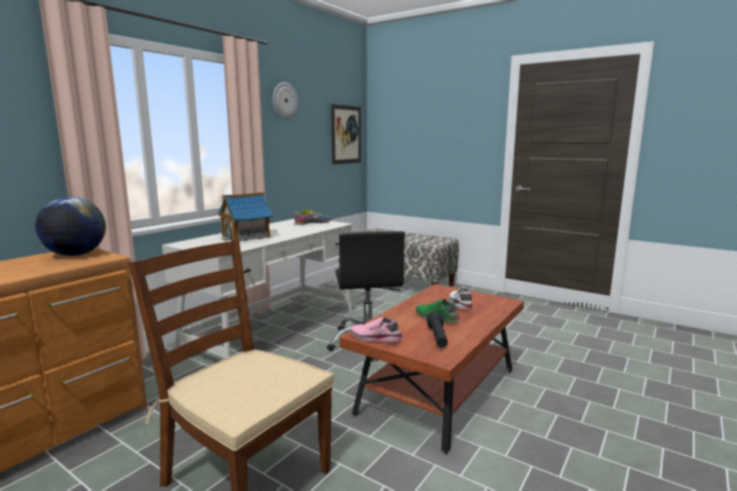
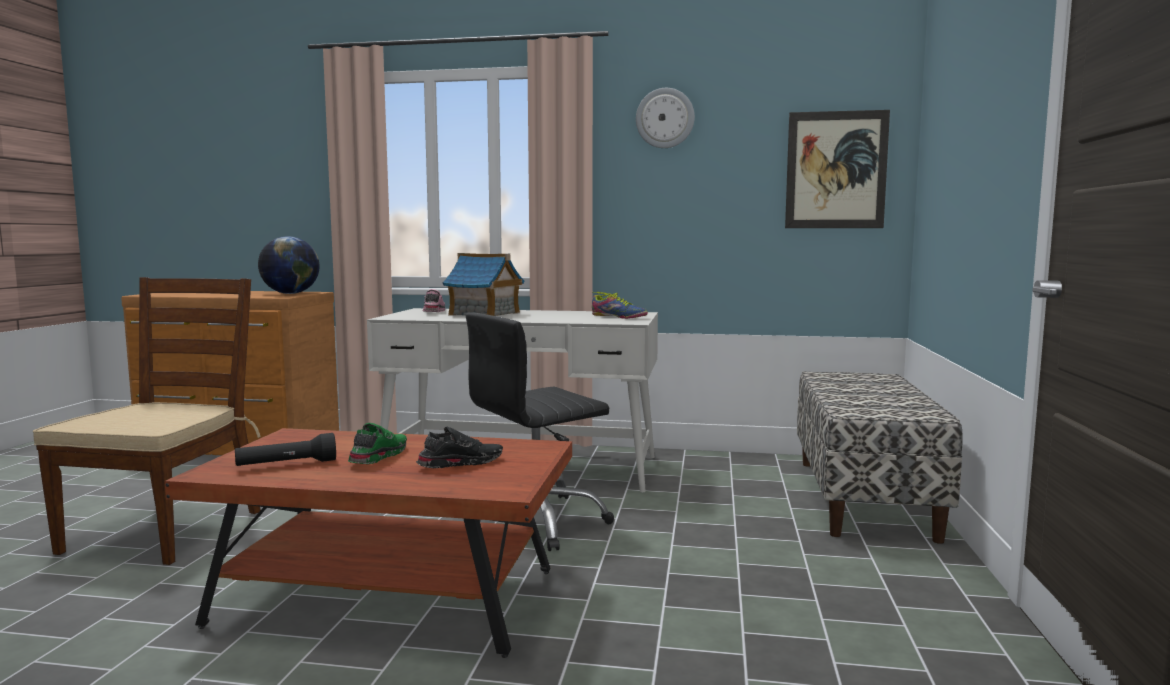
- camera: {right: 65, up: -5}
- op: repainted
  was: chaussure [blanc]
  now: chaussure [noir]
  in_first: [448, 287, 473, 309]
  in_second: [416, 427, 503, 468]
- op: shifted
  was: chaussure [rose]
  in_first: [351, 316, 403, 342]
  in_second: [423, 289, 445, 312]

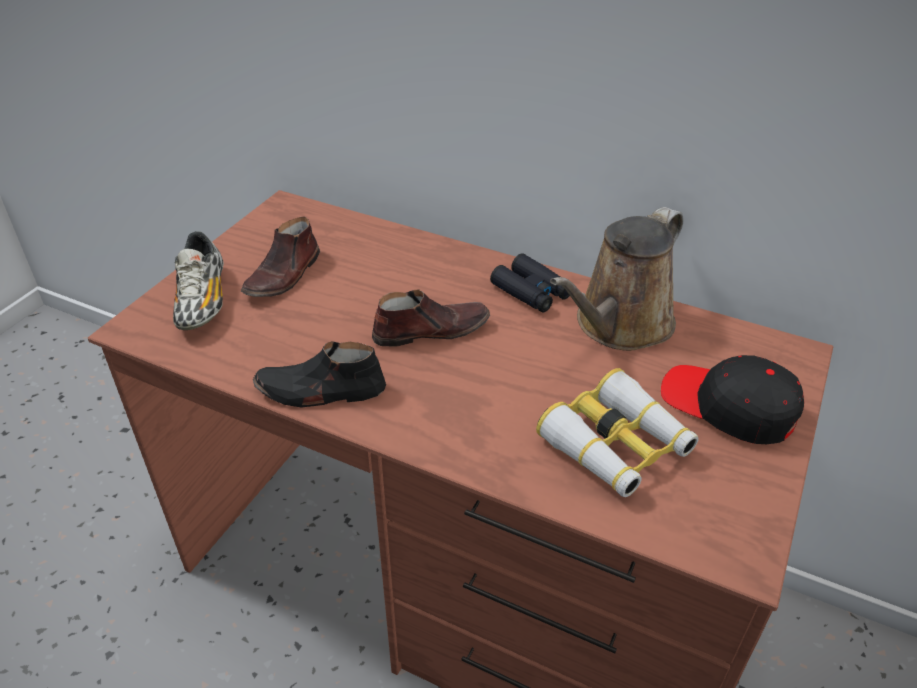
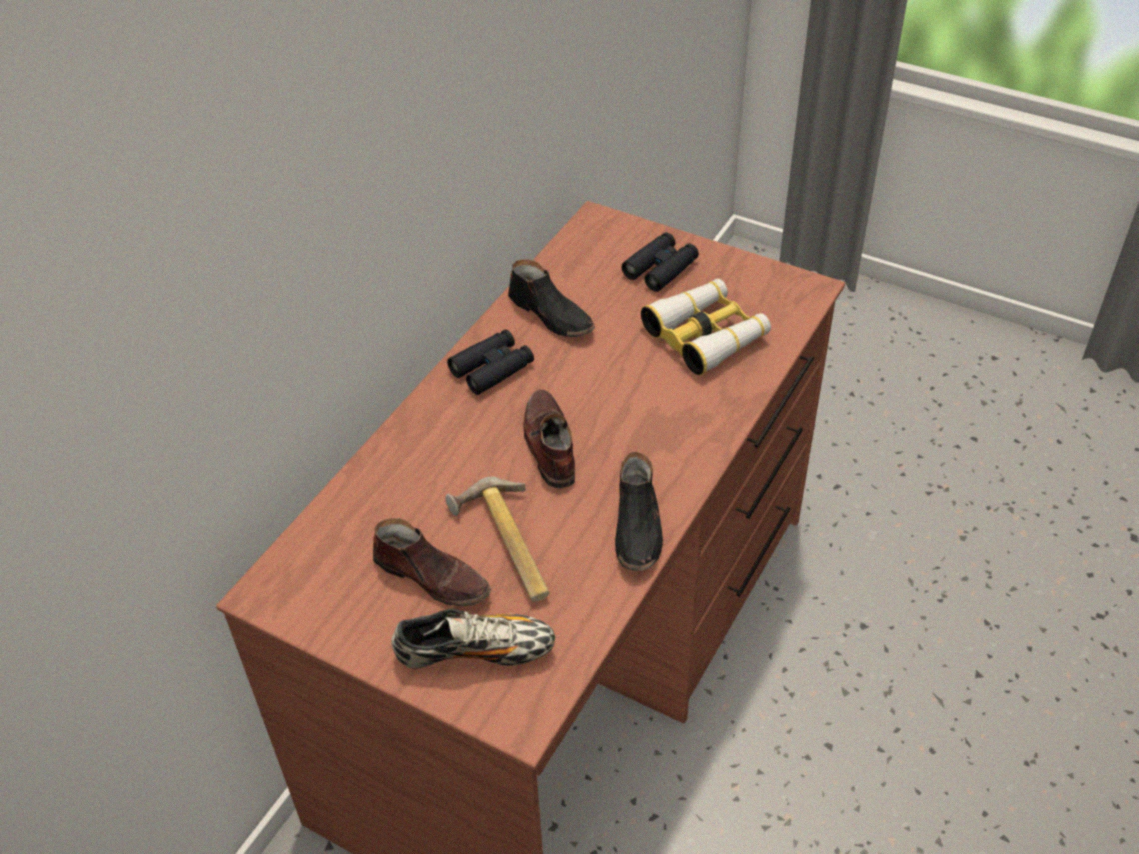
- camera: {right: -85, up: 5}
- op: swapped
  was: arrosoir [marron]
  now: chaussure [noir]
  in_first: [550, 207, 684, 351]
  in_second: [508, 259, 595, 337]
- op: swapped
  was: casquette [noir]
  now: jumelles [noir]
  in_first: [661, 355, 804, 444]
  in_second: [622, 232, 699, 292]
- op: new
  now: marteau
  in_second: [445, 476, 550, 602]

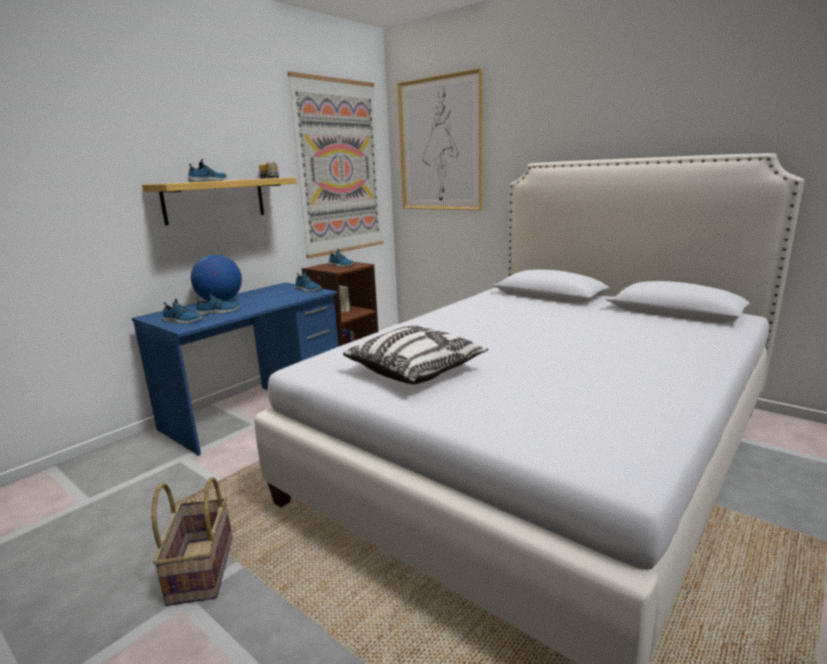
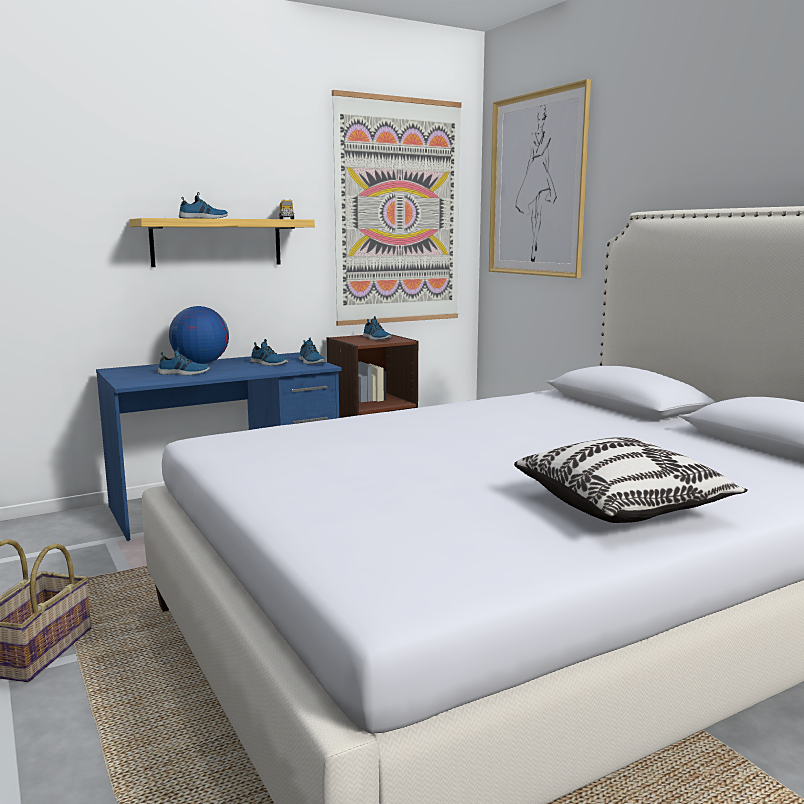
- camera: {right: 20, up: -5}
- op: shifted
  was: chaussure
  in_first: [163, 298, 203, 324]
  in_second: [250, 339, 289, 366]
- op: shifted
  was: coussin
  in_first: [343, 325, 488, 384]
  in_second: [514, 437, 748, 523]

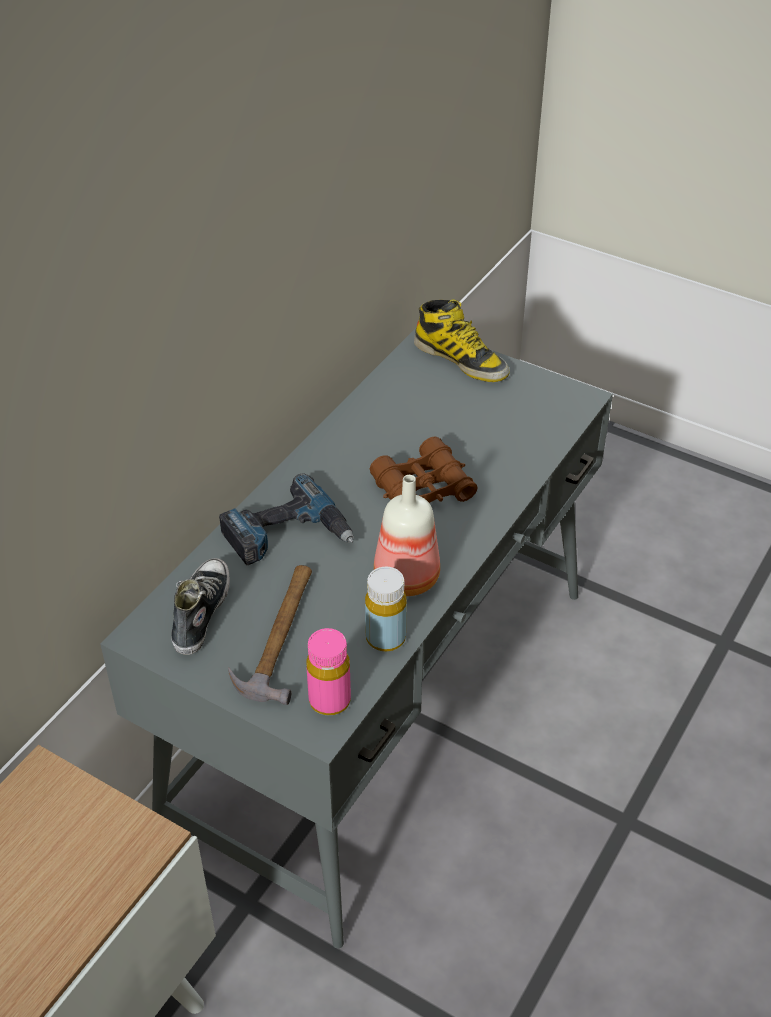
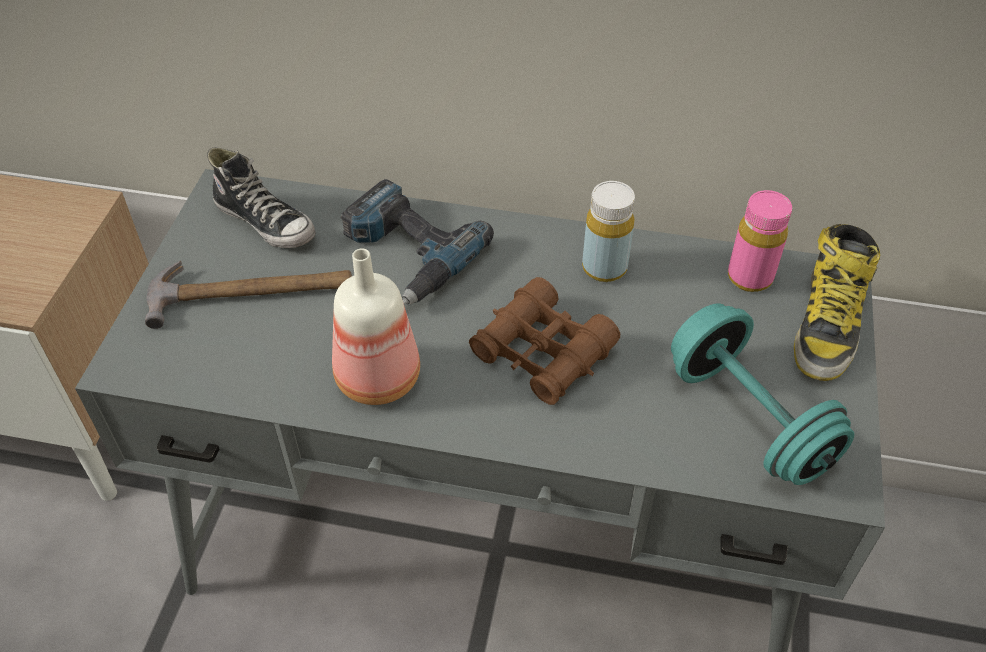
- camera: {right: 70, up: 5}
- op: rotated
  was: chaussure
  in_first: [171, 558, 230, 655]
  in_second: [207, 147, 316, 248]
  clockwise: 45
- op: shifted
  was: bouteille [jaune]
  in_first: [365, 567, 407, 652]
  in_second: [582, 181, 635, 282]
- op: shifted
  was: bouteille [rose]
  in_first: [306, 628, 351, 715]
  in_second: [728, 190, 792, 292]
- op: new
  now: haltère [turquoise]
  in_second: [671, 303, 854, 485]

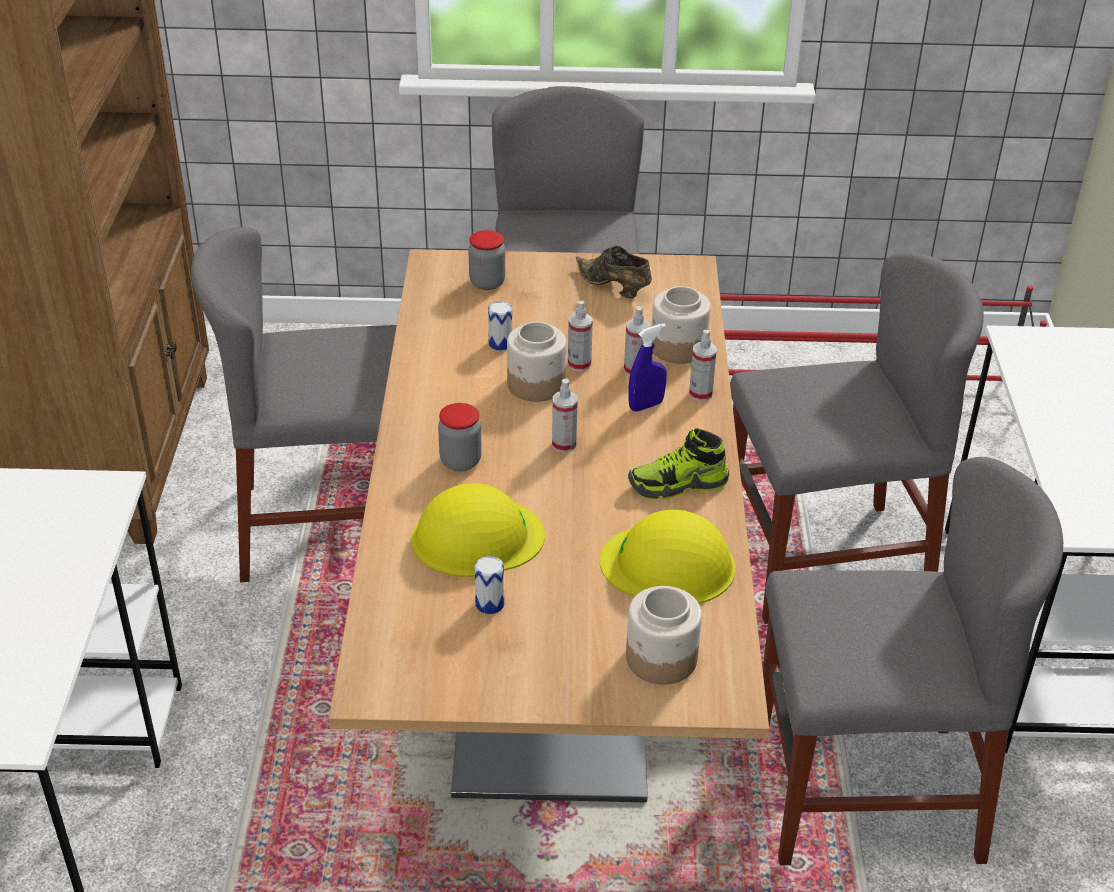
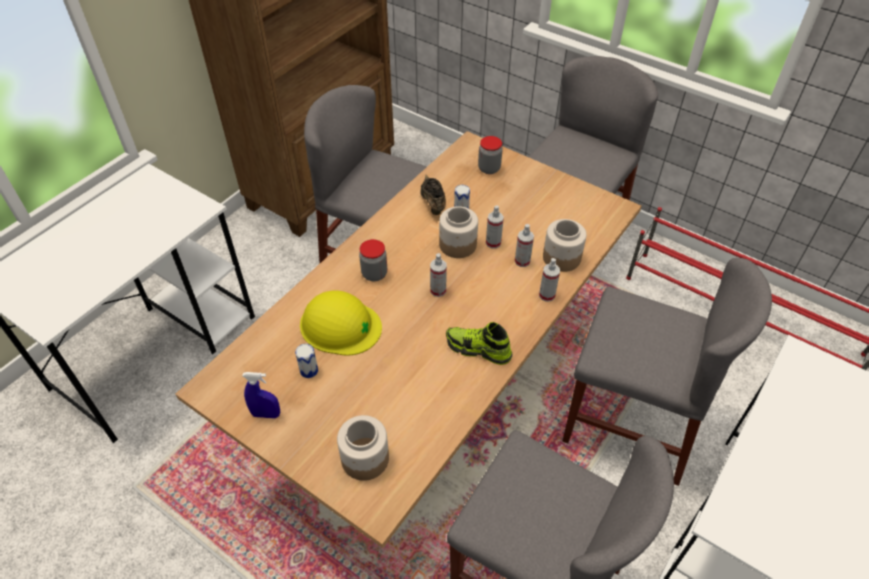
- camera: {right: 35, up: 10}
- op: shifted
  was: chaussure [marron]
  in_first: [576, 246, 652, 298]
  in_second: [421, 175, 446, 215]
- op: shifted
  was: vaporisateur [bleu]
  in_first: [628, 323, 667, 412]
  in_second: [242, 372, 280, 418]
- op: gone
  was: casque de chantier [jaune]
  in_first: [600, 510, 736, 604]

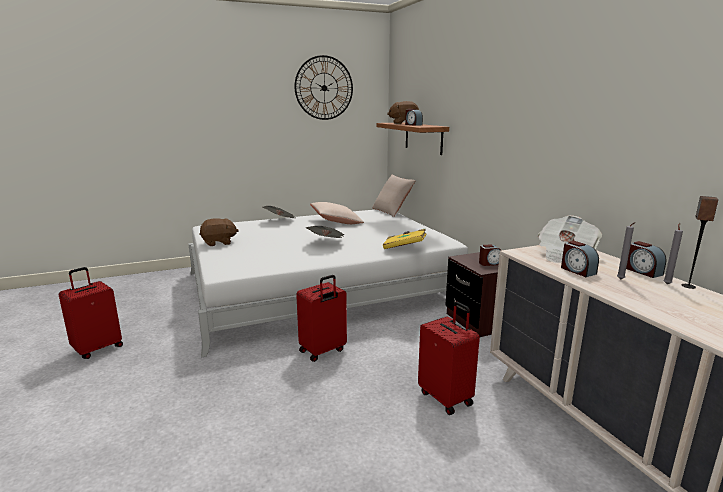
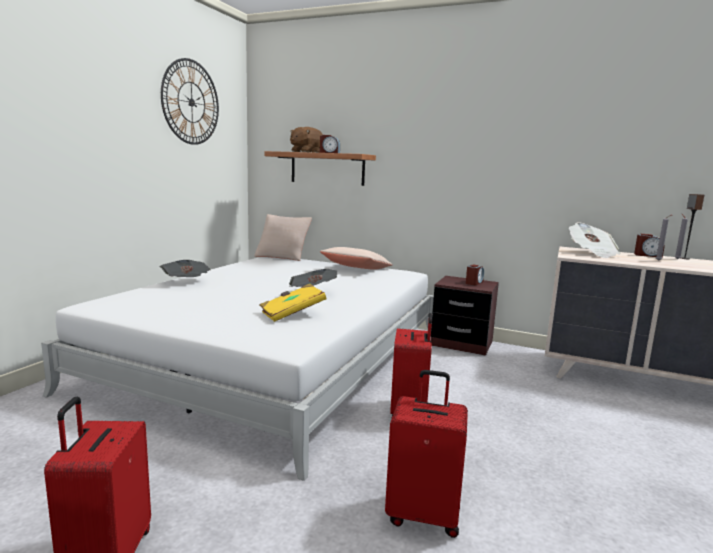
- camera: {right: -45, up: -5}
- op: shifted
  was: coussin [beige]
  in_first: [310, 202, 364, 224]
  in_second: [320, 247, 393, 270]
- op: gone
  was: peluche [marron]
  in_first: [199, 218, 239, 246]
- op: shifted
  was: livre [jaune]
  in_first: [383, 229, 427, 249]
  in_second: [260, 284, 326, 322]
- op: gone
  was: réveil
  in_first: [561, 241, 599, 277]
- op: shifted
  was: valise [rouge]
  in_first: [418, 302, 480, 415]
  in_second: [385, 370, 468, 538]

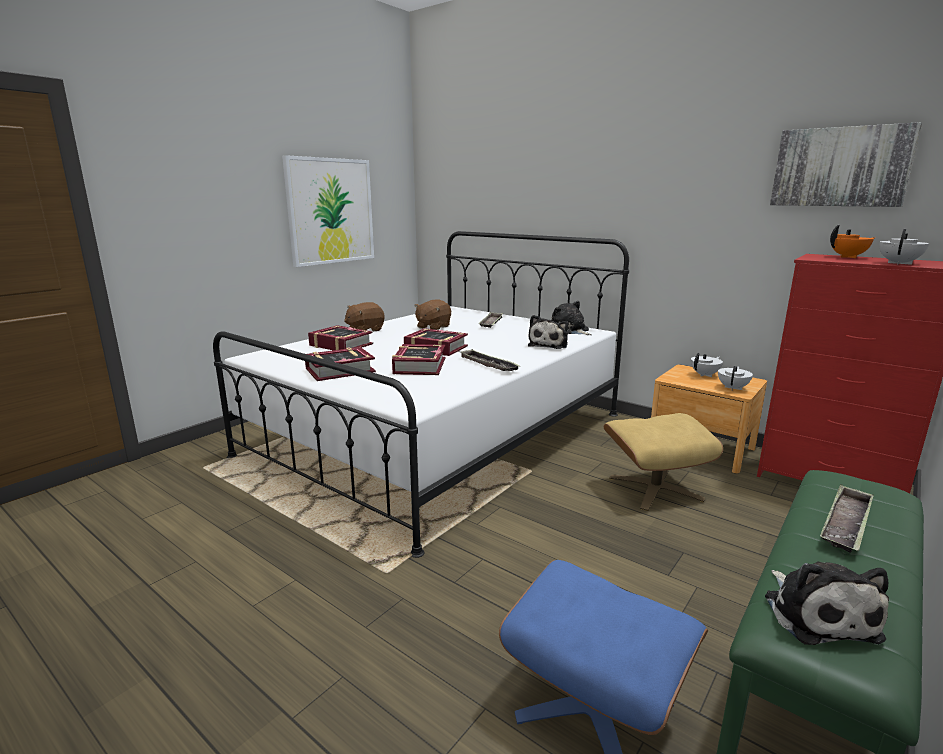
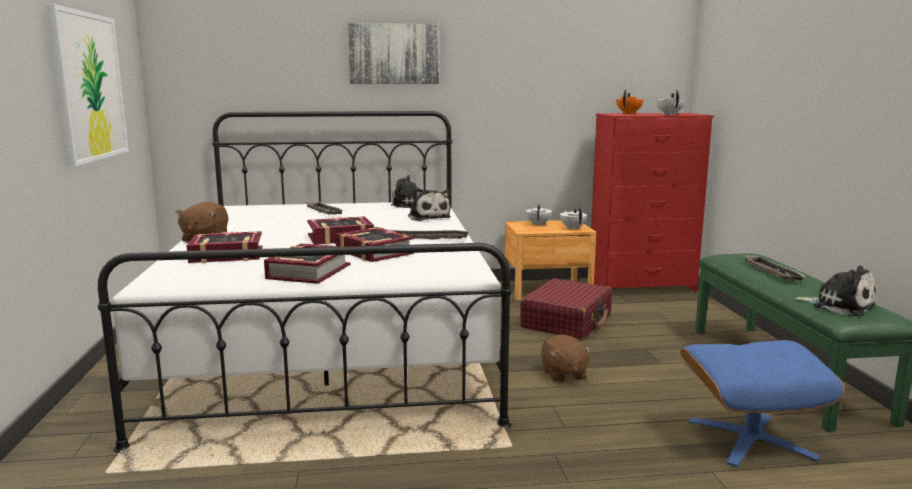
- camera: {right: -45, up: -5}
- op: shifted
  was: tableau
  in_first: [770, 122, 922, 207]
  in_second: [348, 23, 440, 84]
- op: shifted
  was: peluche [marron]
  in_first: [414, 299, 451, 330]
  in_second: [541, 334, 592, 383]
- op: swapped
  was: pouf [beige]
  now: valise [rouge]
  in_first: [604, 413, 723, 511]
  in_second: [520, 278, 612, 339]

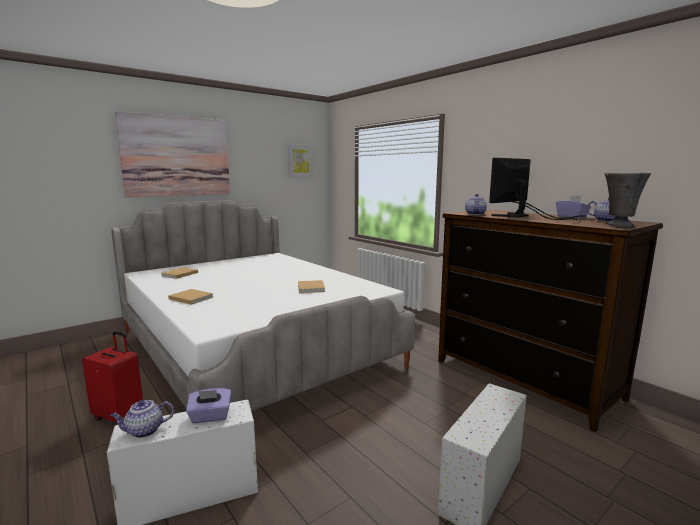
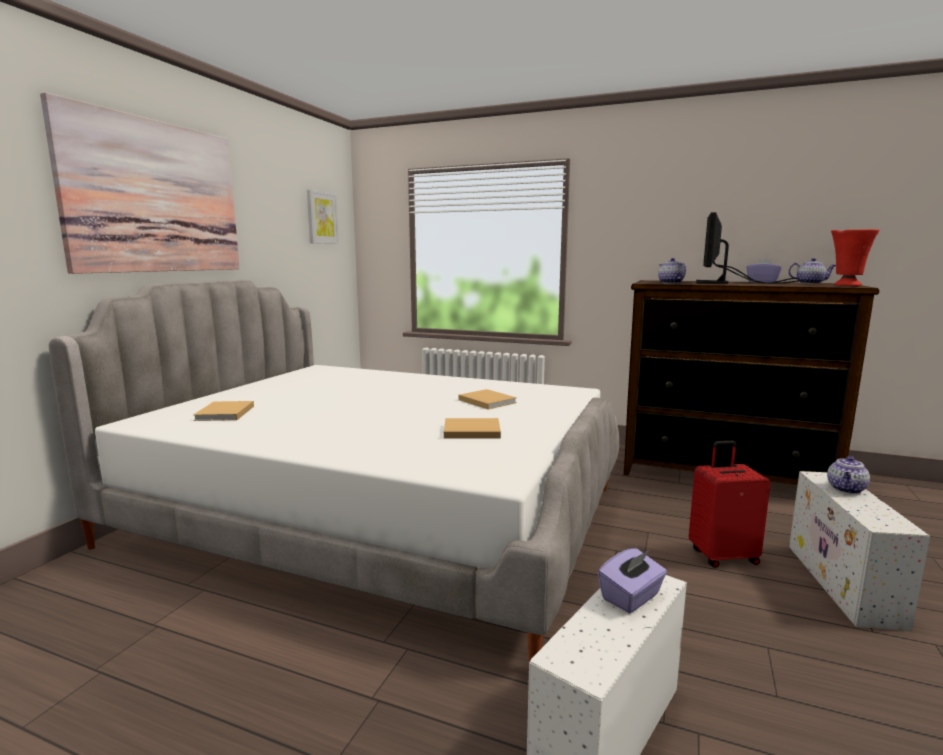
- camera: {right: -30, up: 0}
- op: repainted
  was: vase [gris]
  now: vase [rouge]
  in_first: [605, 173, 651, 227]
  in_second: [831, 229, 880, 286]
- op: shifted
  was: livre [beige]
  in_first: [168, 289, 213, 305]
  in_second: [444, 418, 501, 439]
- op: shifted
  was: valise [rouge]
  in_first: [82, 331, 143, 425]
  in_second: [689, 441, 771, 568]
- op: shifted
  was: théière
  in_first: [110, 400, 174, 438]
  in_second: [827, 456, 870, 494]

